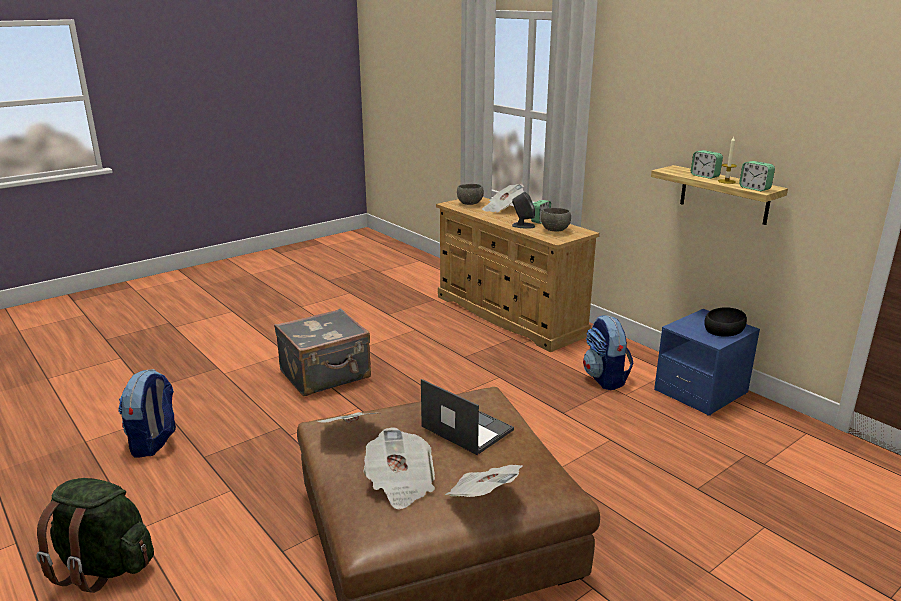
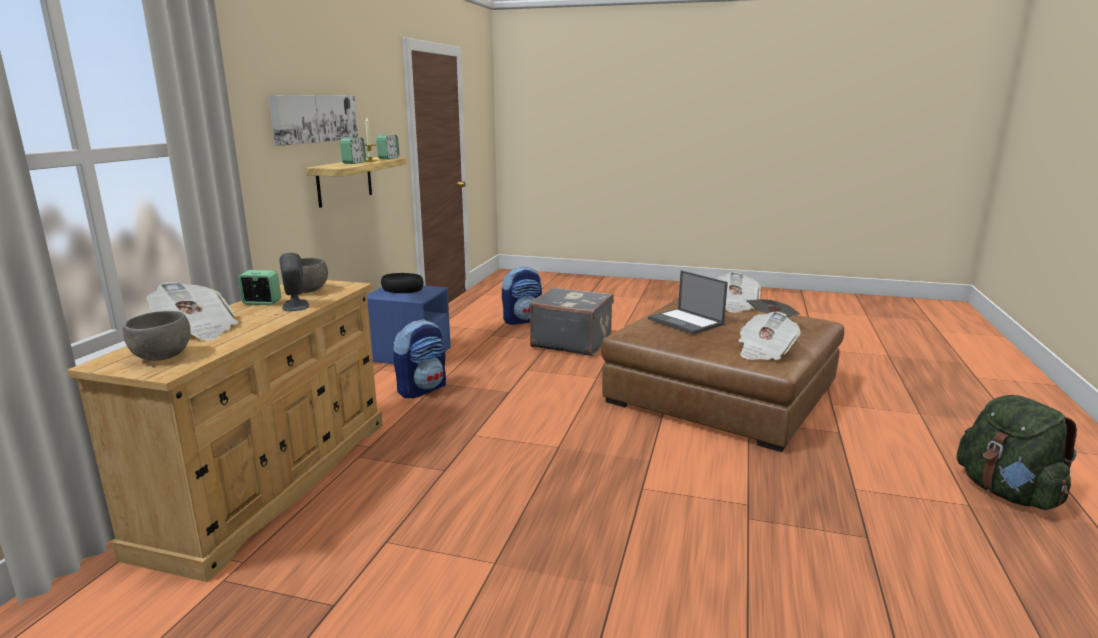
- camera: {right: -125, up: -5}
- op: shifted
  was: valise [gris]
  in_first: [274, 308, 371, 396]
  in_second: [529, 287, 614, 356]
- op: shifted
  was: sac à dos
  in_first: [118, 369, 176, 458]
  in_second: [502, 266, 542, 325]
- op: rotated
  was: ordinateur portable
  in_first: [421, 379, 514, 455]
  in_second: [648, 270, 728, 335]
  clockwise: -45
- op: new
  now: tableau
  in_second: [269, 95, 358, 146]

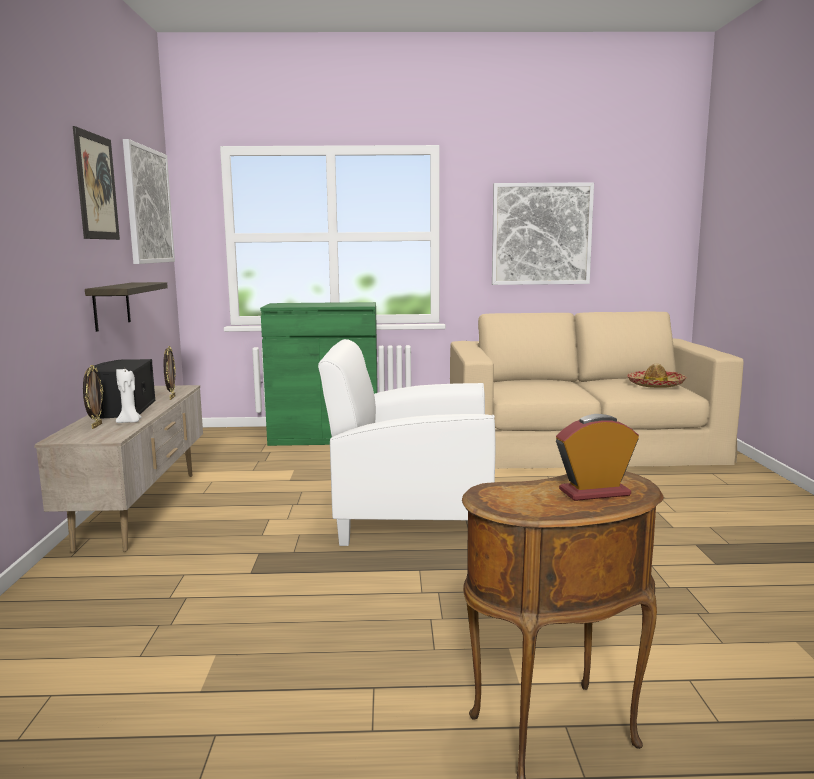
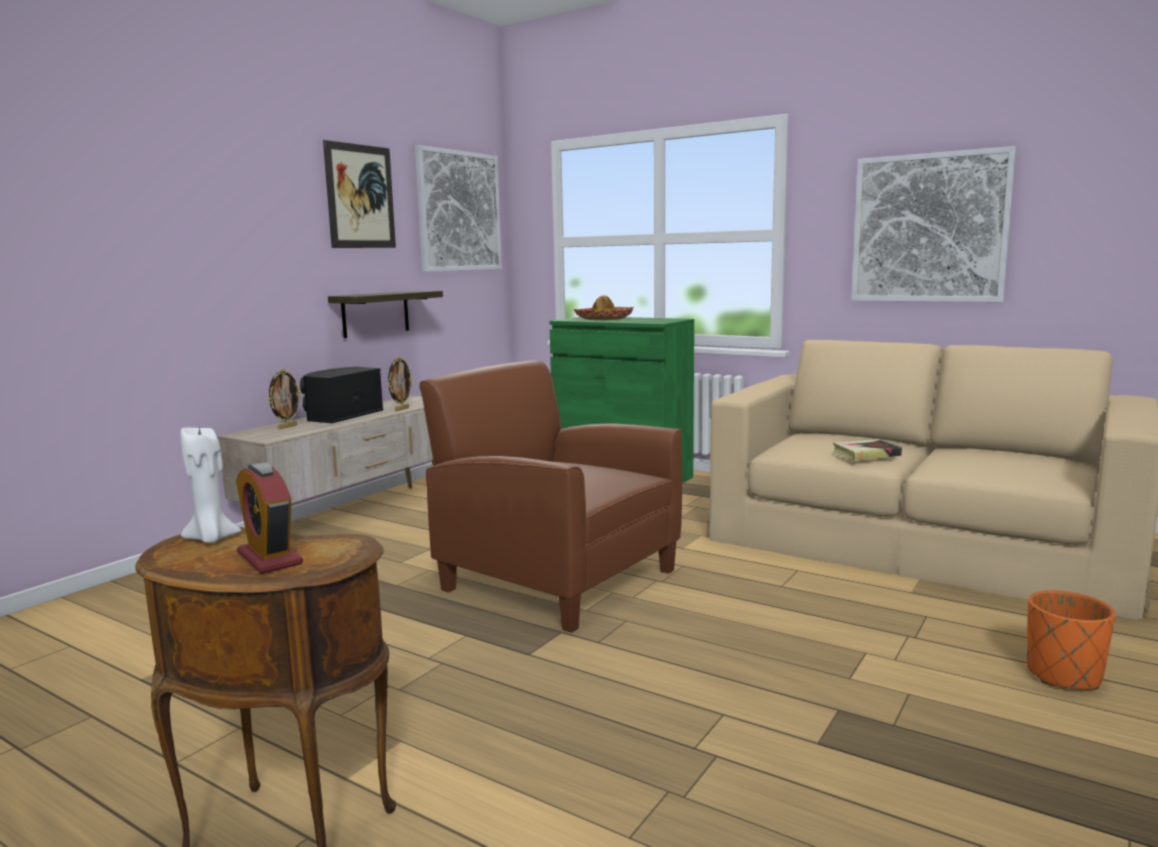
- camera: {right: 35, up: 0}
- op: repainted
  was: fauteuil [blanc]
  now: fauteuil [marron]
  in_first: [318, 339, 495, 546]
  in_second: [419, 361, 682, 633]
- op: shifted
  was: chapeau
  in_first: [627, 363, 687, 388]
  in_second: [573, 295, 634, 320]
- op: shifted
  was: bougie [blanc]
  in_first: [116, 369, 142, 423]
  in_second: [180, 427, 241, 543]
- op: rotated
  was: réveil
  in_first: [556, 414, 639, 501]
  in_second: [236, 462, 303, 574]
  clockwise: -150
- op: new
  now: livre
  in_second: [832, 439, 902, 461]
- op: new
  now: cache-pot [orange]
  in_second: [1026, 590, 1116, 690]

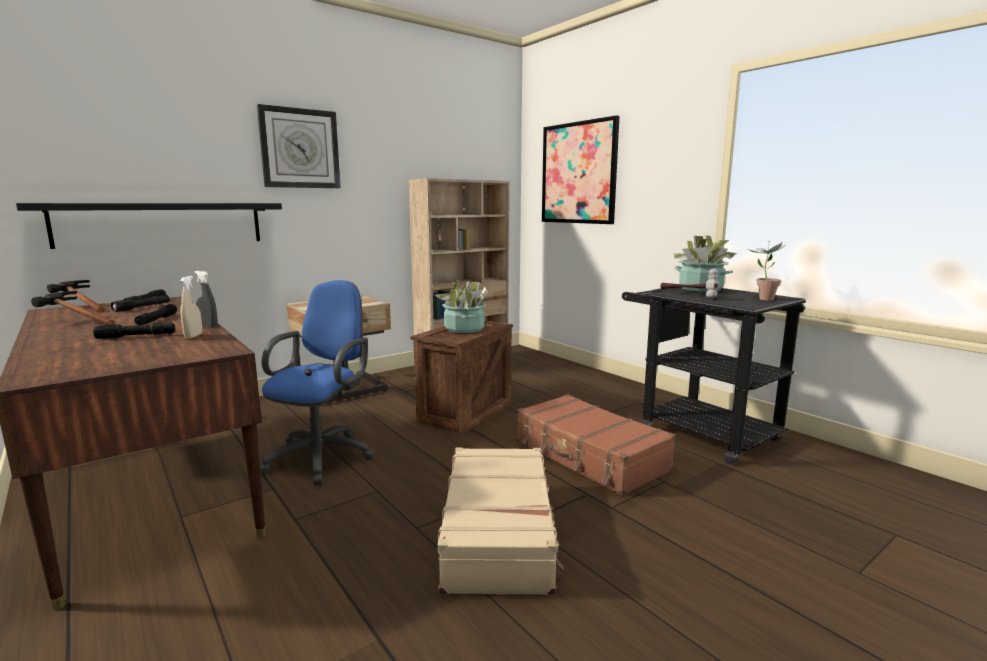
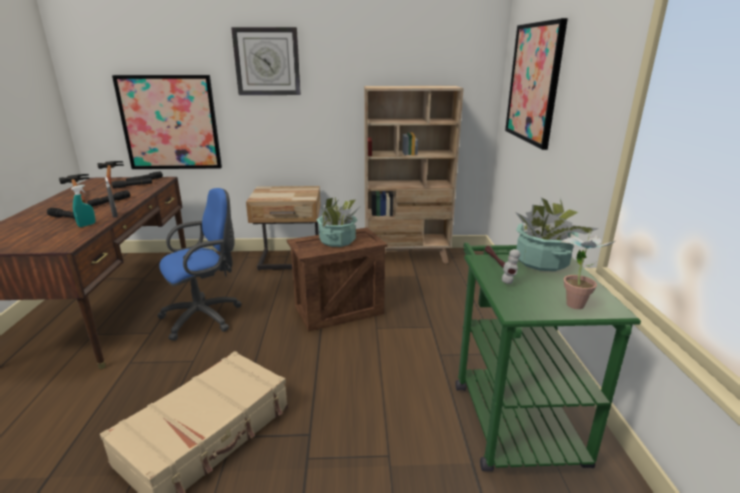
- camera: {right: 35, up: 10}
- op: swapped
  was: étagère [noir]
  now: tableau
  in_first: [16, 203, 282, 249]
  in_second: [112, 75, 222, 169]
- op: repainted
  was: vaporisateur [beige]
  now: vaporisateur [turquoise]
  in_first: [180, 276, 202, 339]
  in_second: [71, 185, 95, 227]
- op: repainted
  was: chariot [noir]
  now: chariot [vert]
  in_first: [622, 288, 806, 464]
  in_second: [455, 243, 641, 472]
- op: gone
  was: valise [marron]
  in_first: [517, 394, 676, 496]

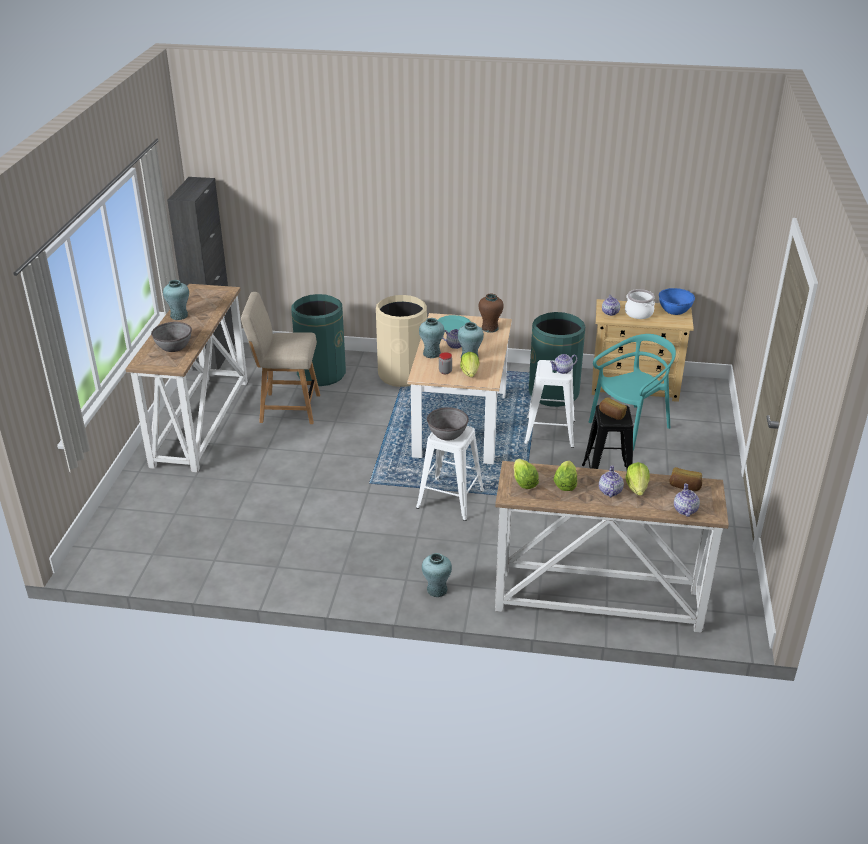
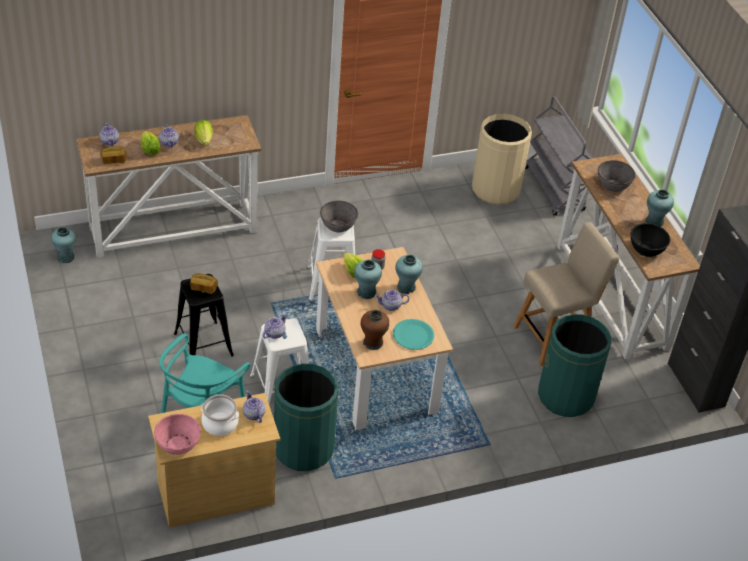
- camera: {right: 150, up: 10}
- op: repainted
  was: bol [bleu]
  now: bol [rose]
  in_first: [659, 288, 695, 315]
  in_second: [154, 414, 201, 455]
- op: shifted
  was: poubelle [beige]
  in_first: [376, 295, 427, 387]
  in_second: [472, 114, 532, 205]
- op: gone
  was: laitue
  in_first: [514, 459, 539, 489]
- op: shifted
  was: vase [turquoise]
  in_first: [422, 553, 452, 597]
  in_second: [51, 227, 77, 263]
- op: new
  now: chariot [gris]
  in_second: [525, 96, 593, 215]
- op: new
  now: bol [noir]
  in_second: [631, 223, 670, 257]

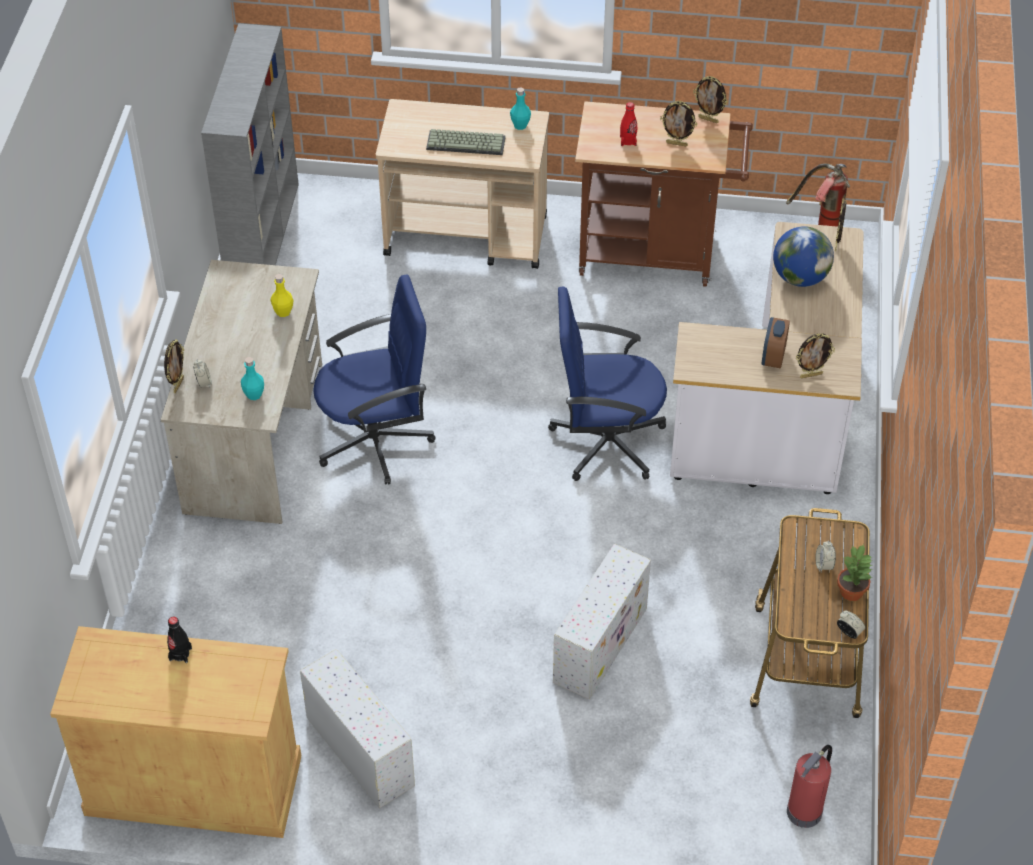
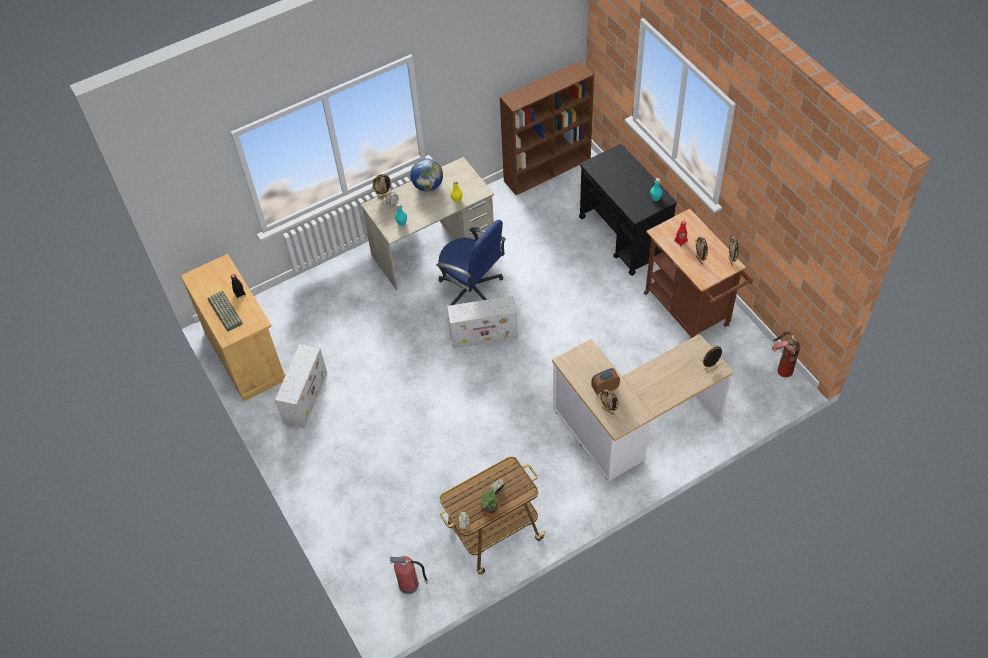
- camera: {right: 55, up: 5}
- op: repainted
  was: bibliothèque [gris]
  now: bibliothèque [marron]
  in_first: [201, 23, 299, 265]
  in_second: [500, 61, 594, 195]
- op: repainted
  was: chariot [beige]
  now: chariot [noir]
  in_first: [376, 99, 549, 269]
  in_second: [579, 144, 677, 276]
- op: shifted
  was: clavier
  in_first: [426, 129, 506, 155]
  in_second: [207, 291, 243, 332]
- op: shifted
  was: globe
  in_first: [773, 226, 834, 287]
  in_second: [410, 159, 443, 192]
- op: gone
  was: chaise de bureau [bleu]
  in_first: [548, 287, 667, 481]
- op: shifted
  was: boîte de rangement [blanc]
  in_first: [553, 544, 651, 699]
  in_second: [447, 296, 518, 348]

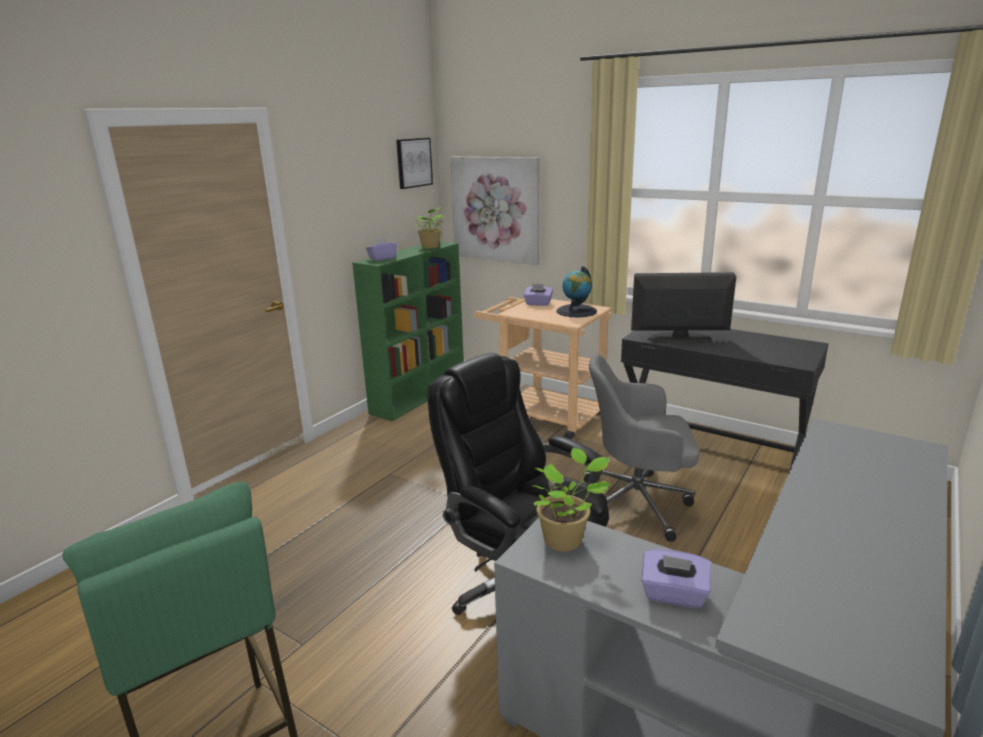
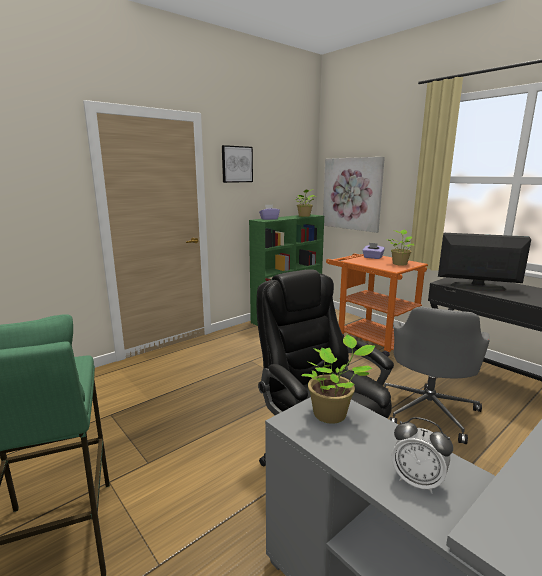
- camera: {right: 15, up: -5}
- op: shifted
  was: tableau
  in_first: [396, 138, 433, 189]
  in_second: [222, 145, 253, 183]
- op: swapped
  was: globe
  now: plante en pot
  in_first: [556, 266, 597, 318]
  in_second: [387, 229, 415, 266]
- op: repainted
  was: chariot [beige]
  now: chariot [orange]
  in_first: [474, 297, 612, 439]
  in_second: [326, 253, 428, 357]
- op: rotated
  was: chaise de bureau [gris]
  in_first: [583, 354, 699, 542]
  in_second: [384, 306, 490, 444]
  clockwise: -90
- op: swapped
  was: boîte à mouchoirs [violet]
  now: réveil
  in_first: [642, 549, 711, 608]
  in_second: [392, 417, 453, 494]

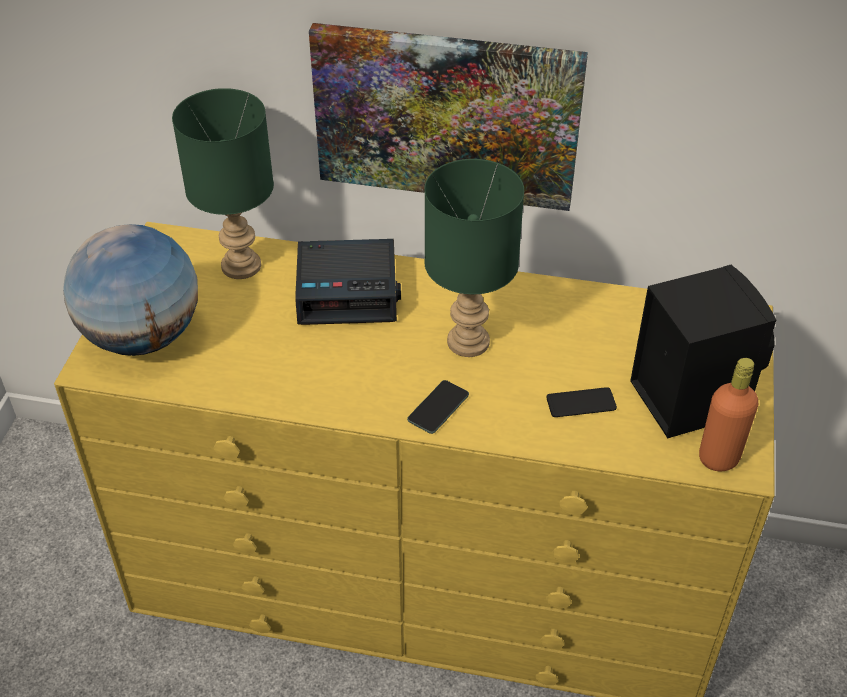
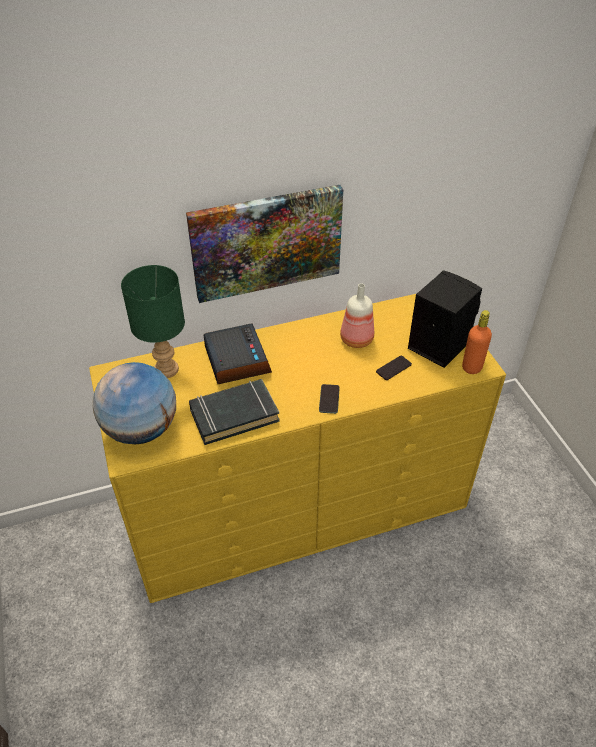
- camera: {right: -30, up: 0}
- op: gone
  was: lampe de table [vert]
  in_first: [424, 159, 524, 357]
- op: rotated
  was: réveil
  in_first: [295, 239, 401, 325]
  in_second: [203, 323, 272, 384]
  clockwise: -75
- op: new
  now: bouteille
  in_second: [340, 283, 374, 348]
- op: new
  now: livre [noir]
  in_second: [189, 379, 280, 445]

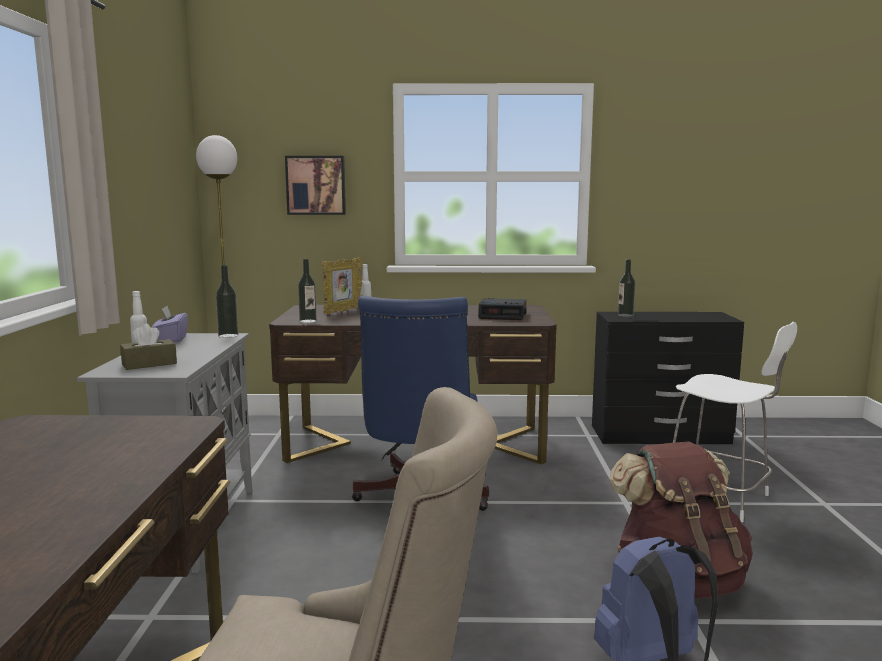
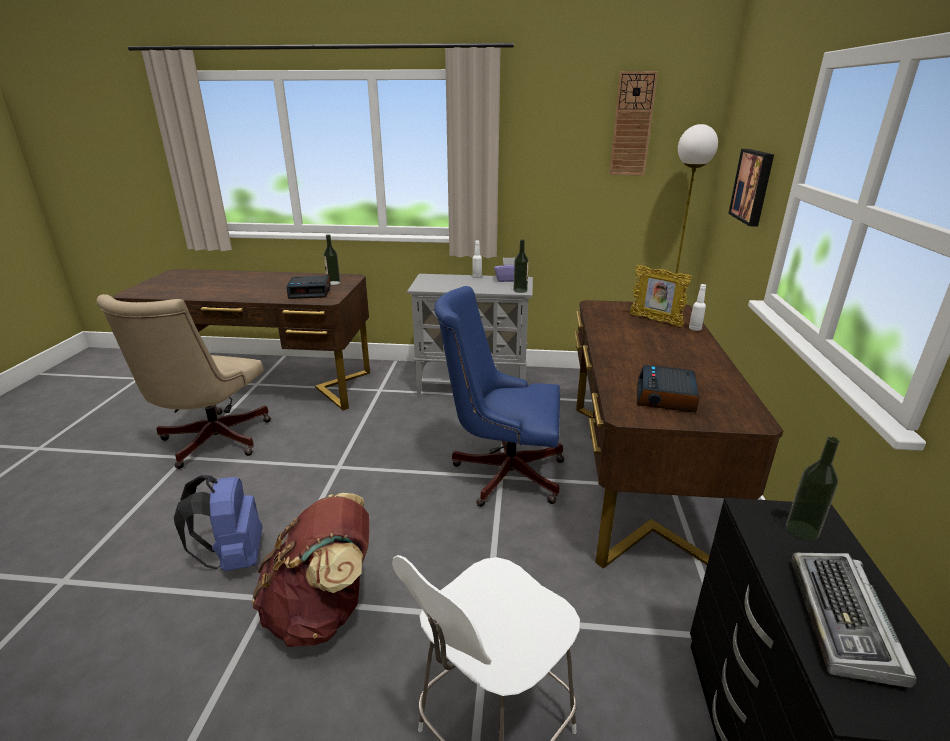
- camera: {right: 95, up: 15}
- op: shifted
  was: bouteille
  in_first: [298, 259, 317, 323]
  in_second: [324, 234, 340, 285]
- op: gone
  was: boîte à mouchoirs [marron]
  in_first: [120, 324, 177, 370]
- op: new
  now: horloge murale
  in_second: [609, 71, 658, 175]
- op: new
  now: réveil
  in_second: [287, 276, 331, 299]
- op: new
  now: clavier
  in_second: [791, 553, 917, 687]

